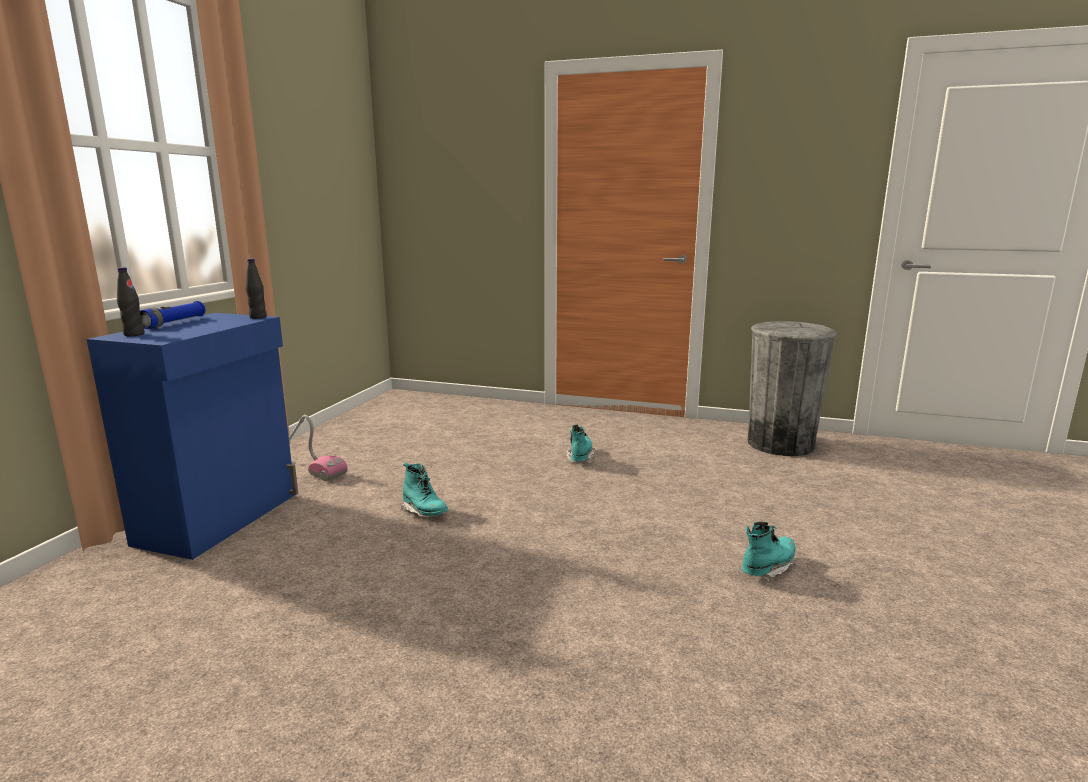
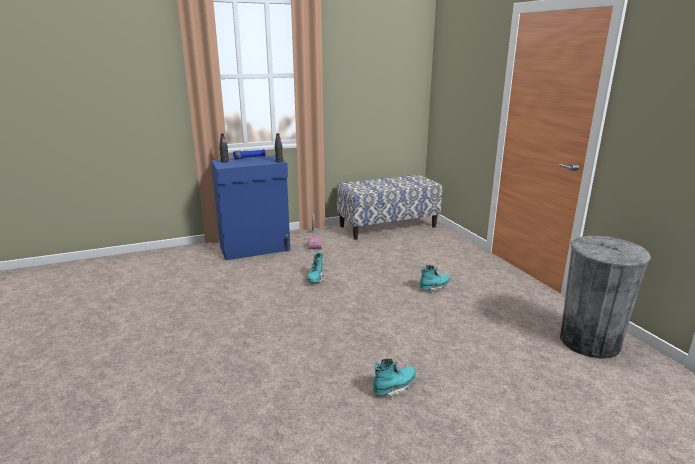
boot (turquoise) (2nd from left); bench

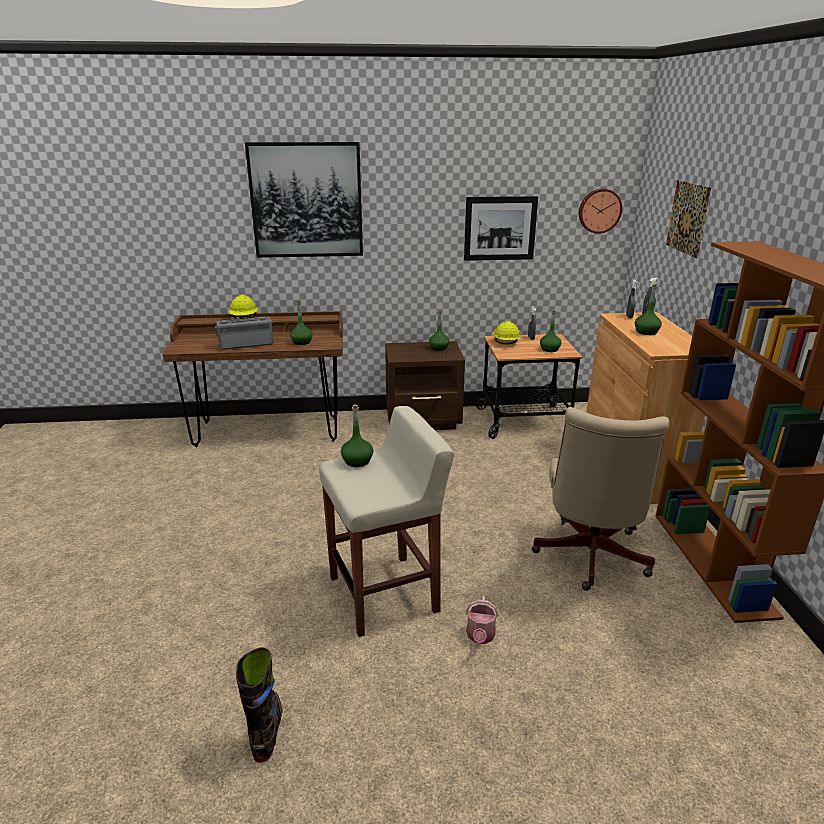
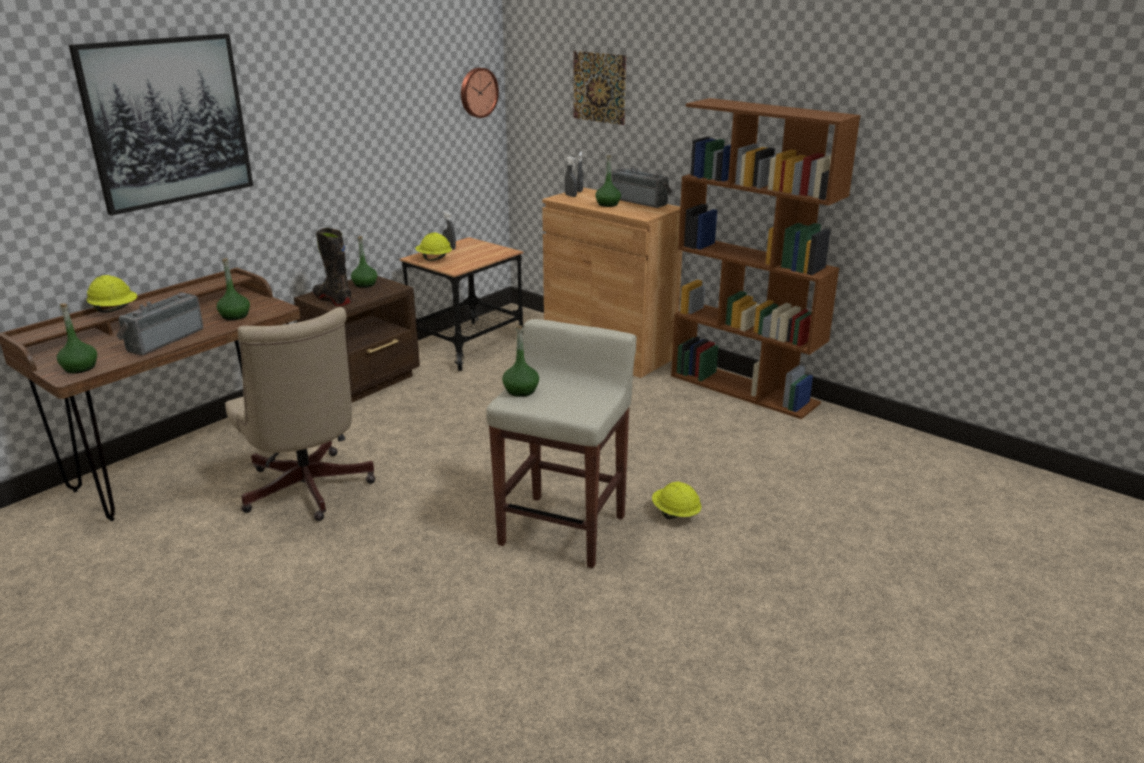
boot (black); picture (2nd from left in the first image); hard hat (yellow) (3rd from left); office chair (beige); bottle (green) (1st from left); radio (2nd from left)

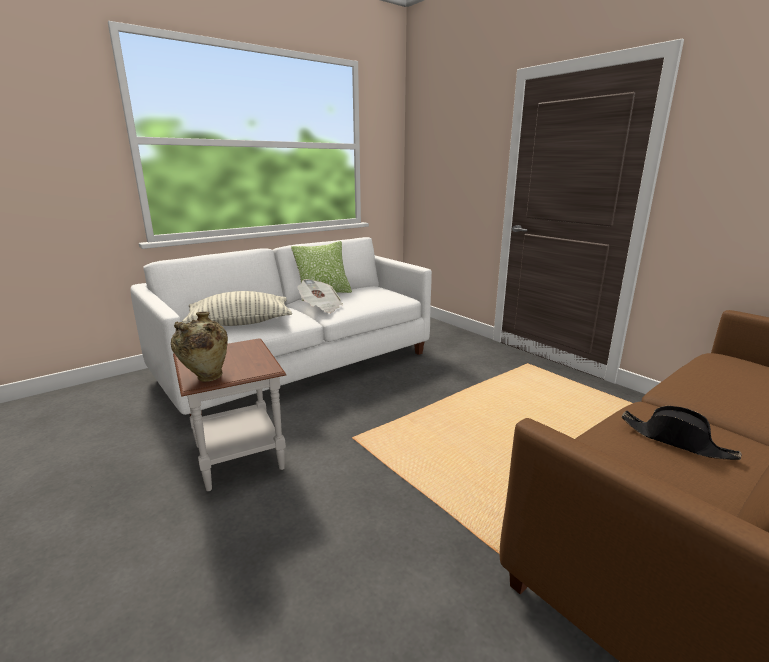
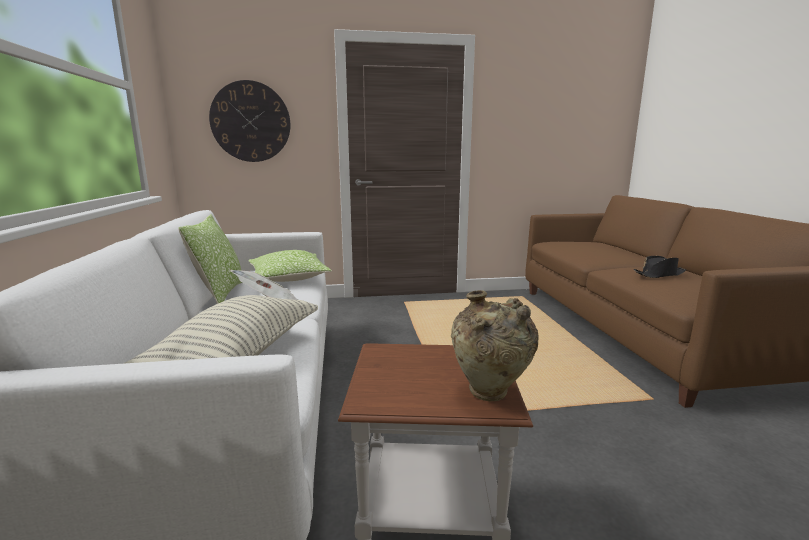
wall clock; pillow (3rd from left)

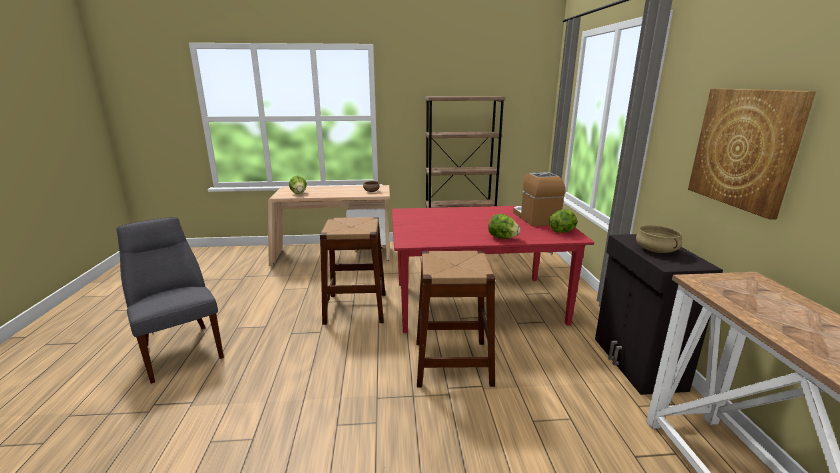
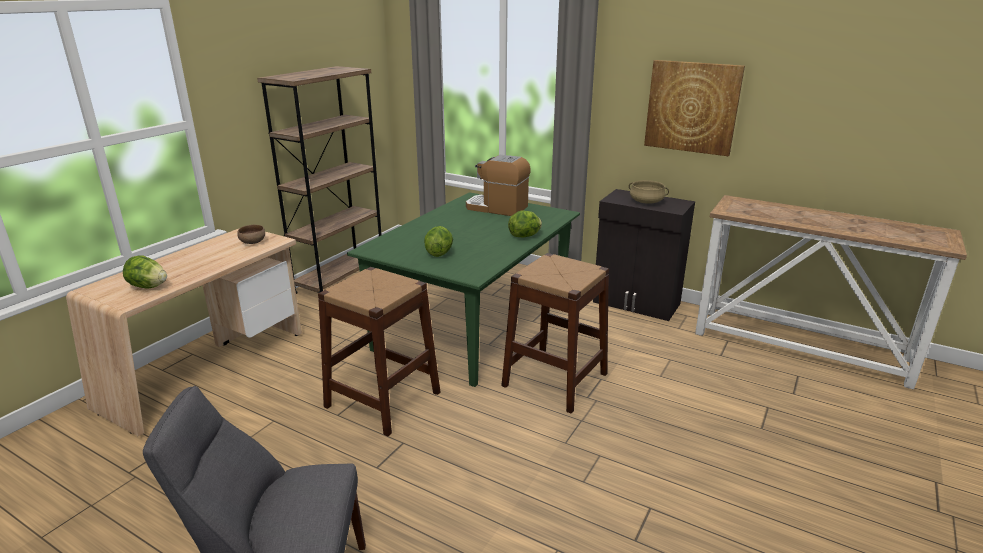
dining table (green); lettuce (2nd from left)

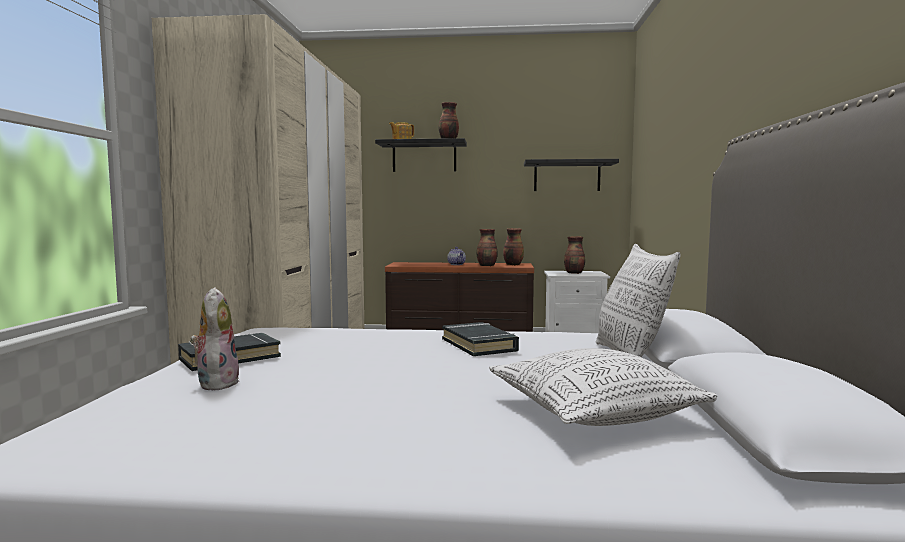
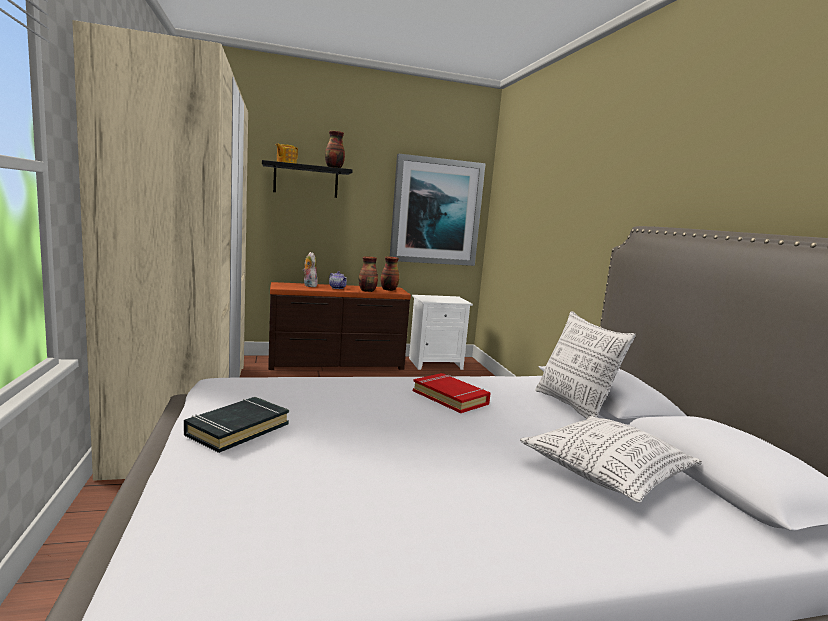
plush toy; book (red); picture; vase (4th from left in the first image)

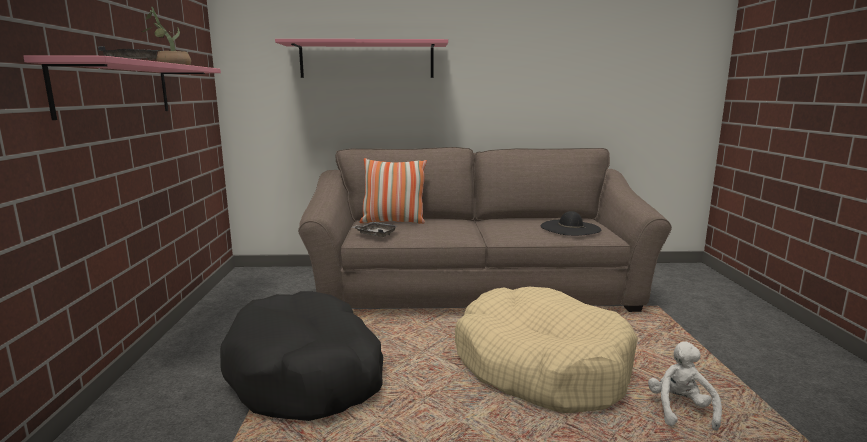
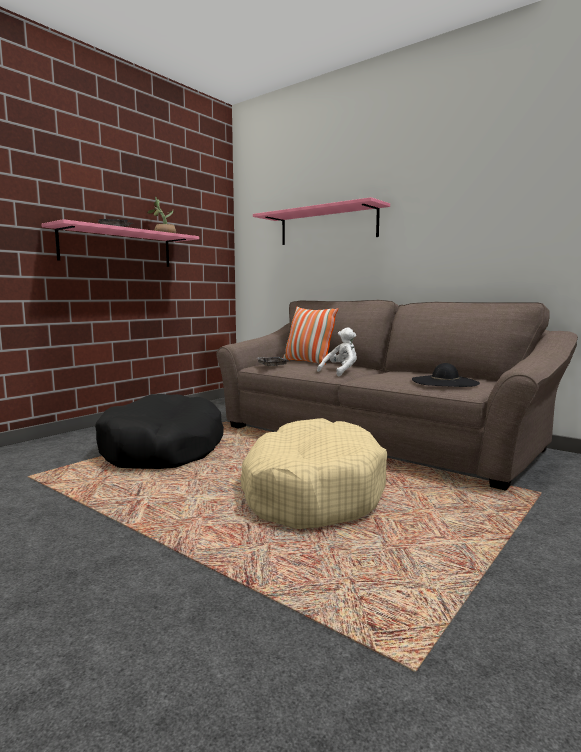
plush toy (white)

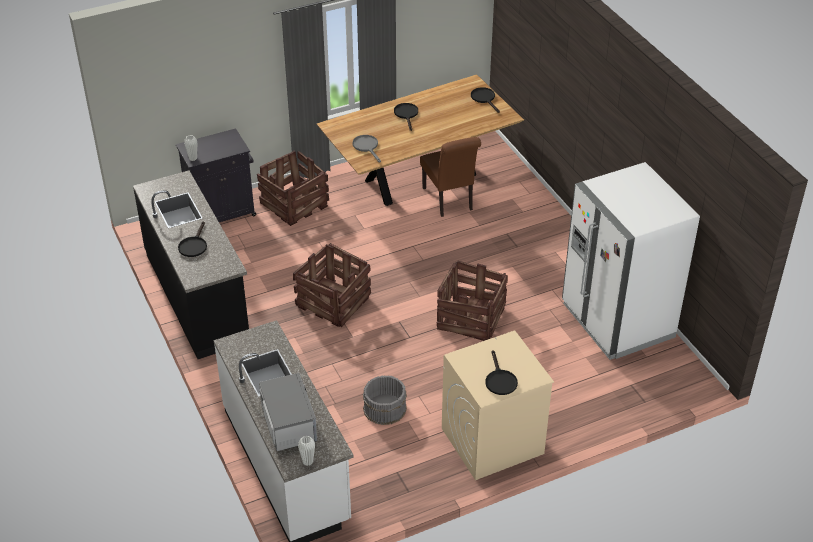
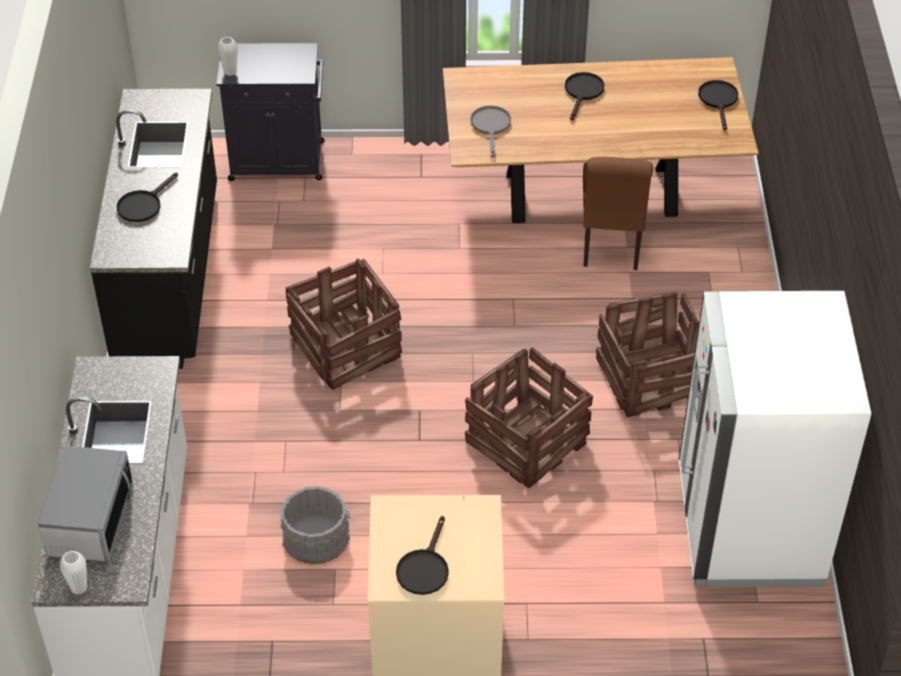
crate (3rd from left)

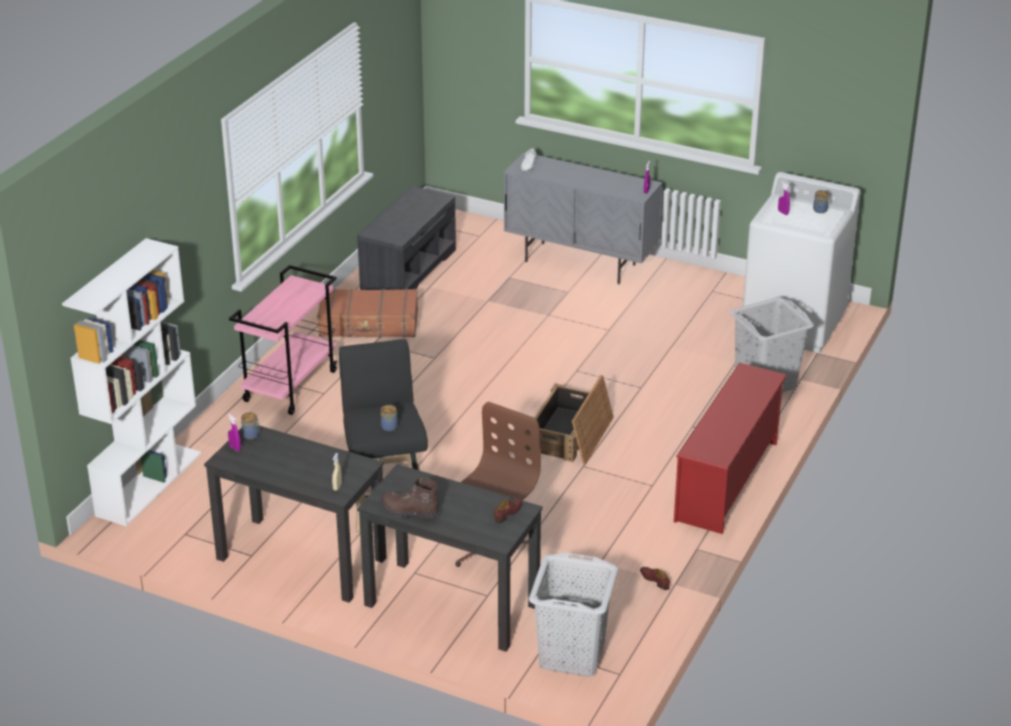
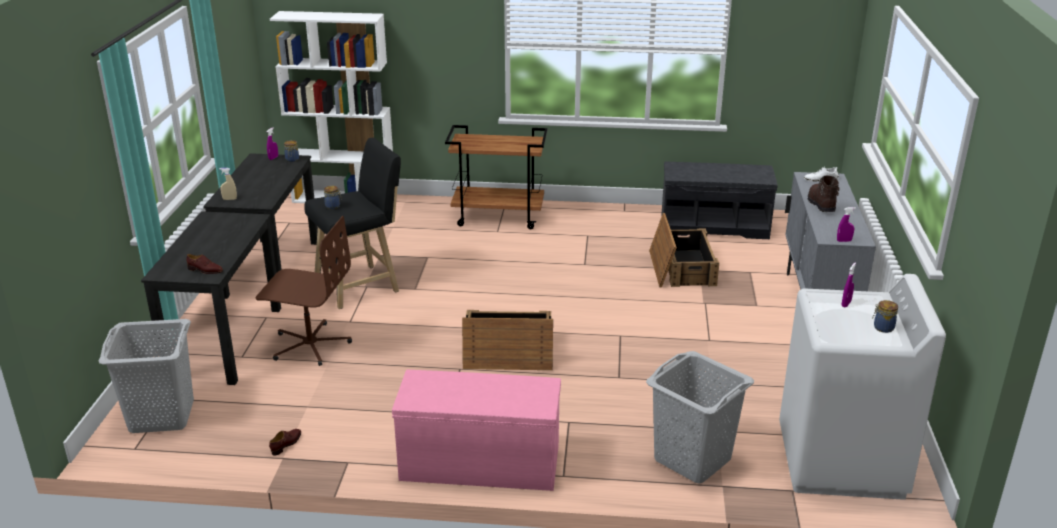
cart (brown); suitcase (brown); boot (brown); bench (pink); crate (2nd from left)

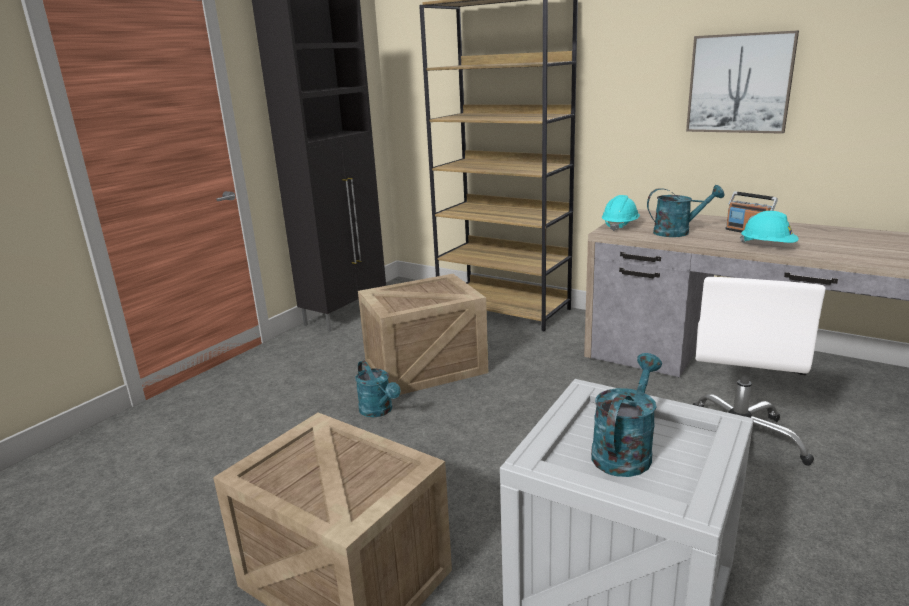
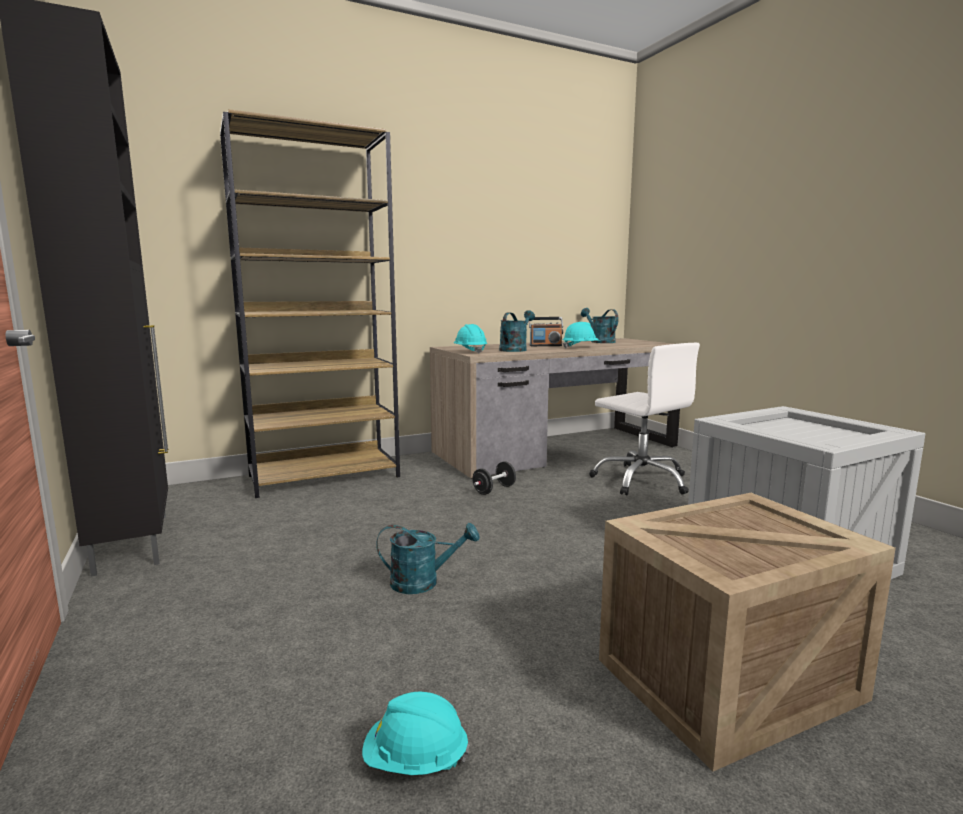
crate (2nd from left in the first image); watering can (turquoise) (3rd from left); picture; hard hat (turquoise) (1st from left); dumbbell (black)

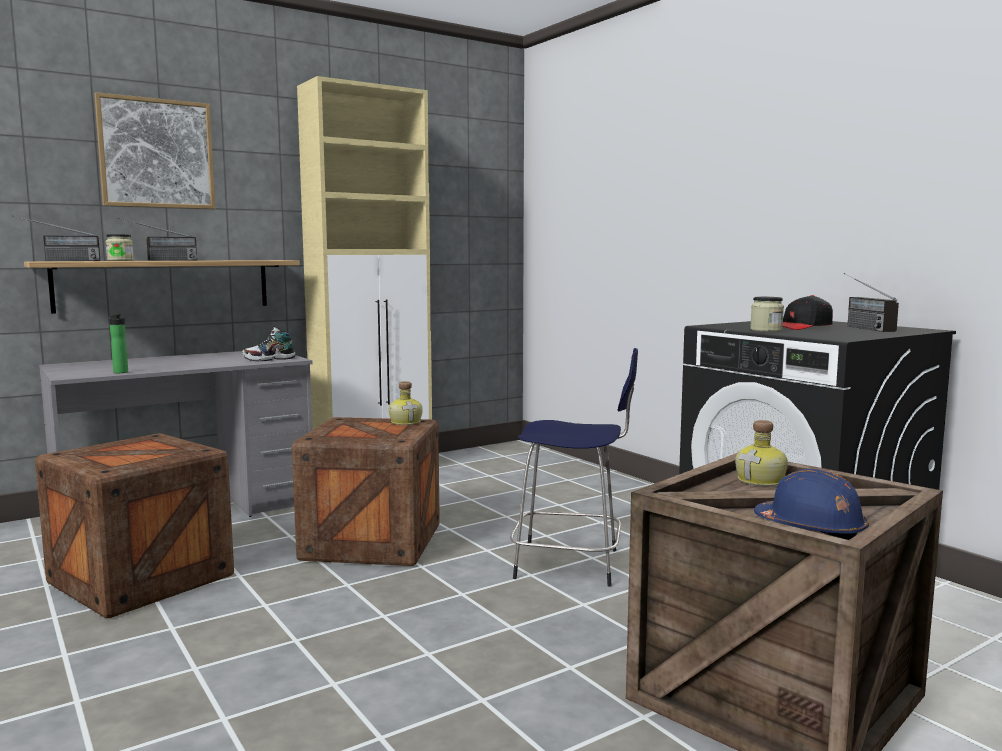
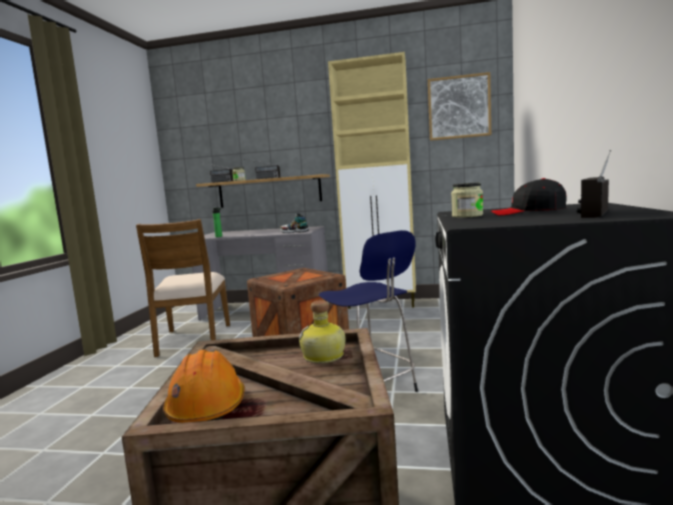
chair (brown); picture; bottle (2nd from left in the first image); hard hat (orange)

